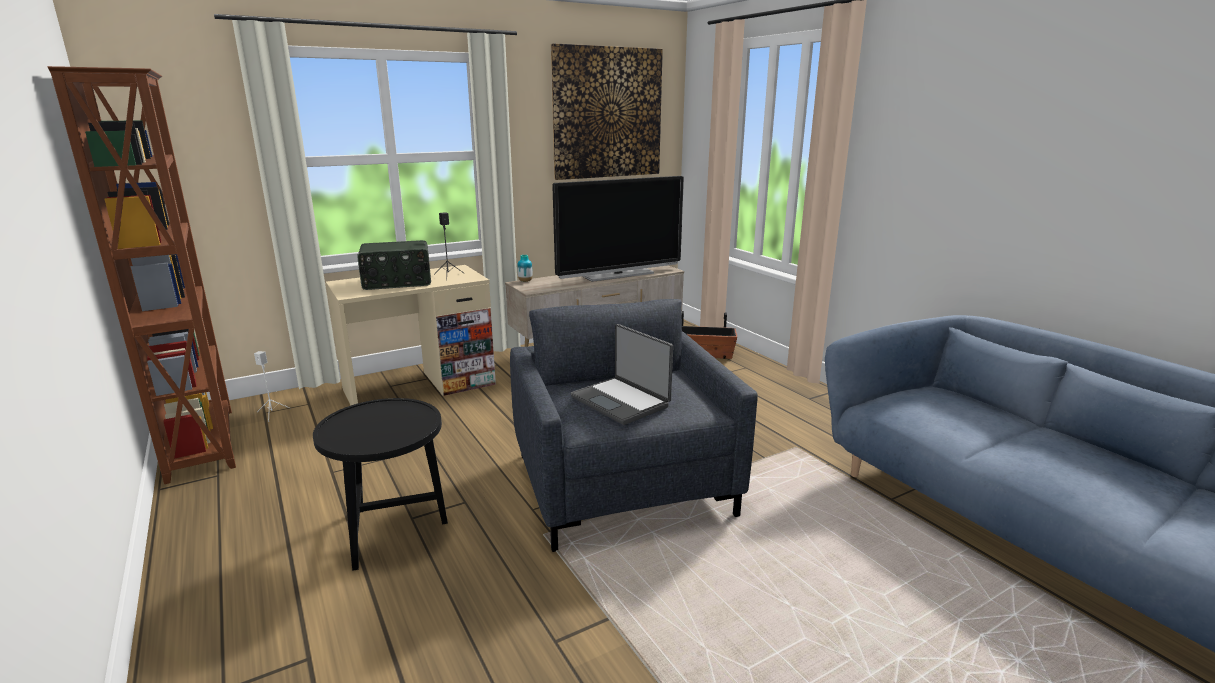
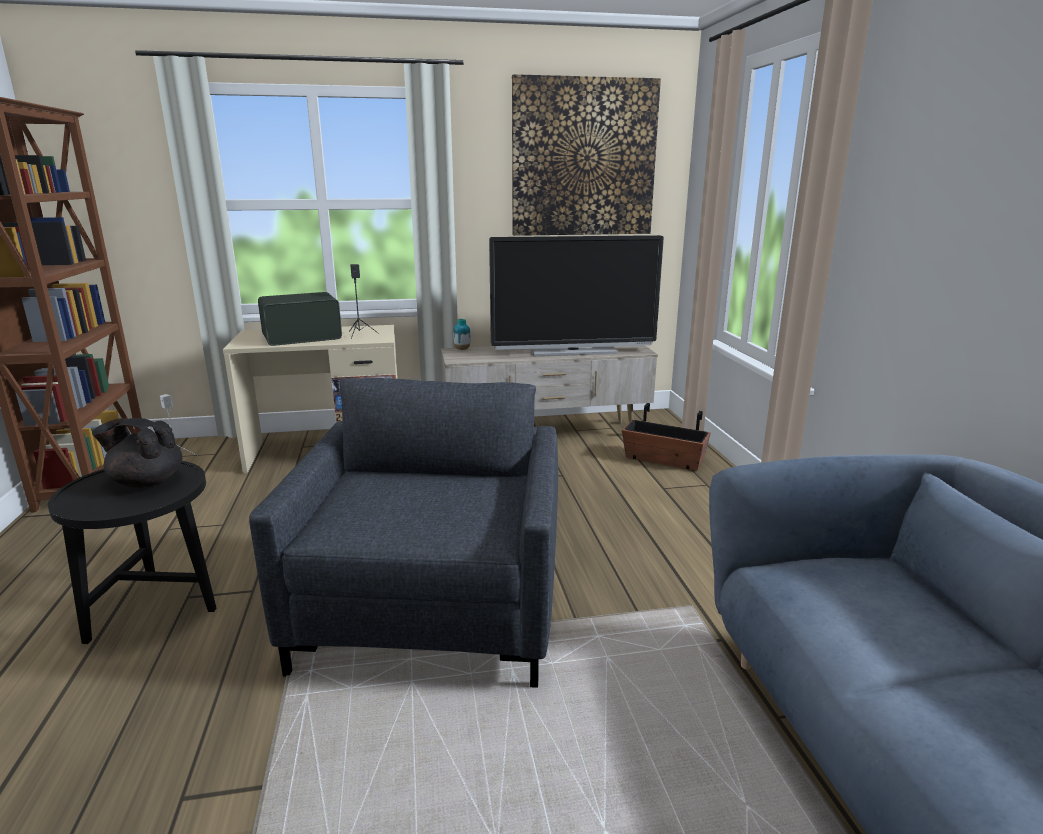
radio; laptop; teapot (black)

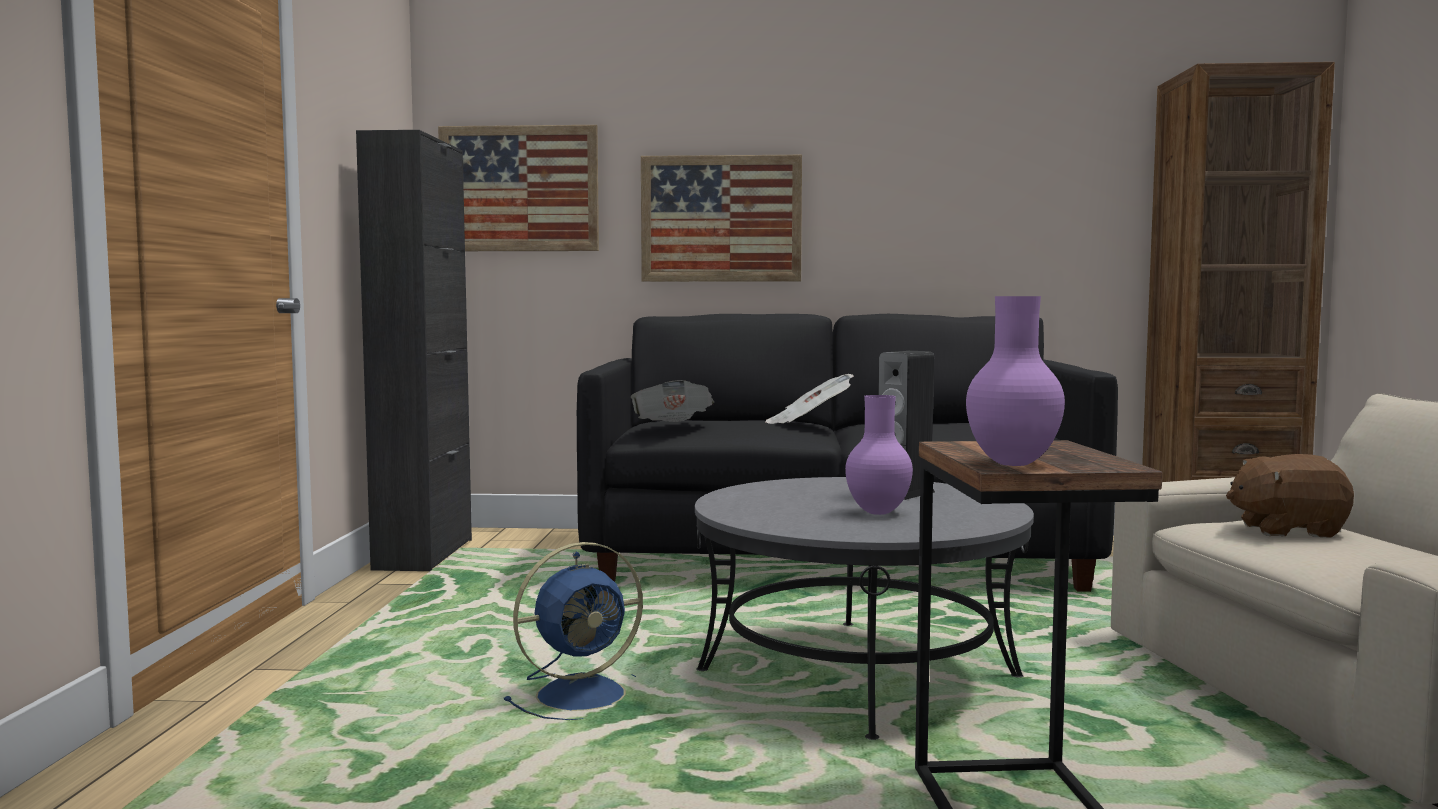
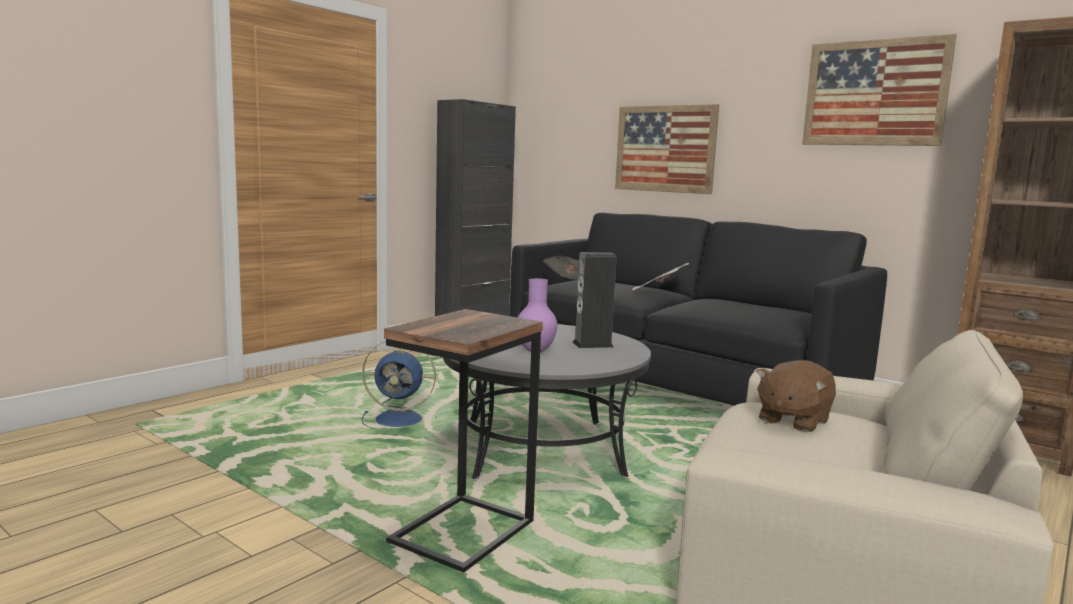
picture (2nd from left); vase (purple) (2nd from left in the first image); plush toy (brown)

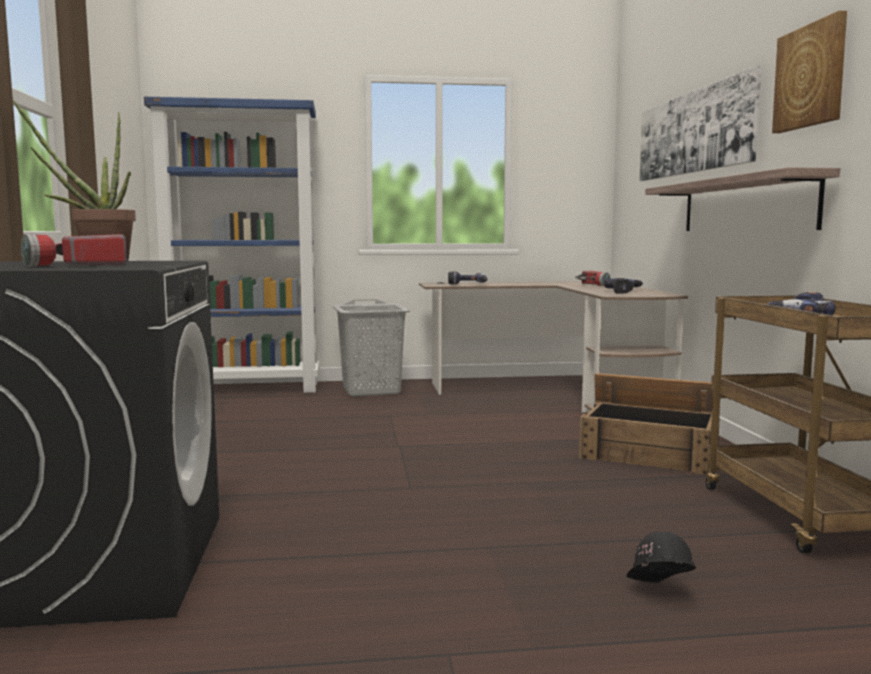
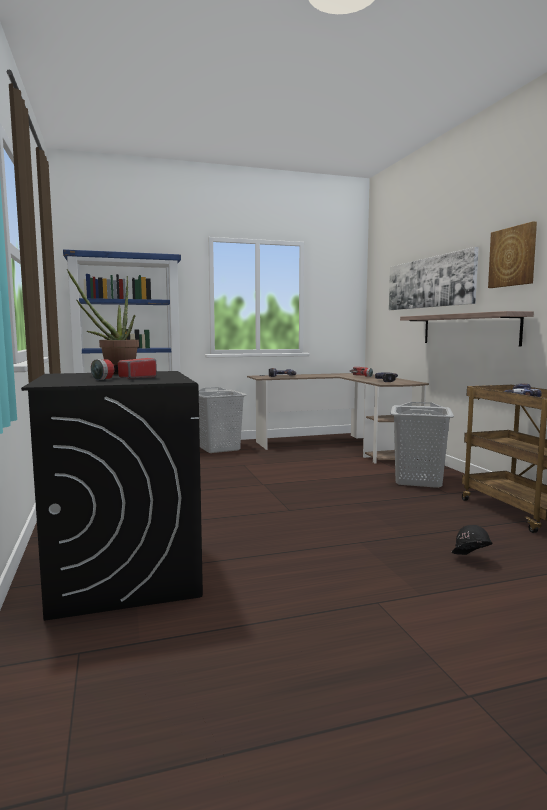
laundry basket (grey) (2nd from left)

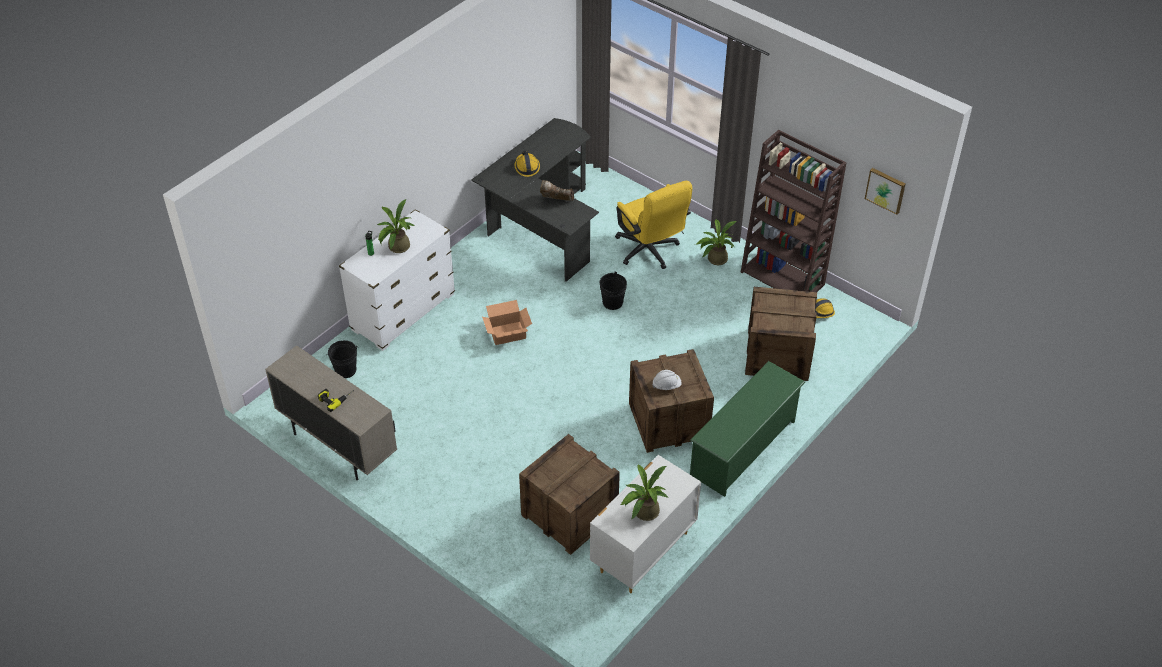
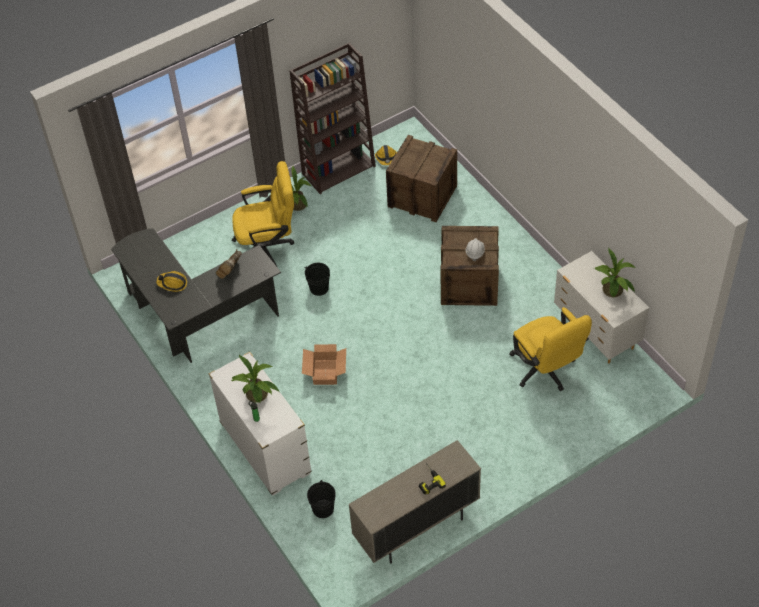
office chair (yellow) (2nd from left); shoe rack (green); picture

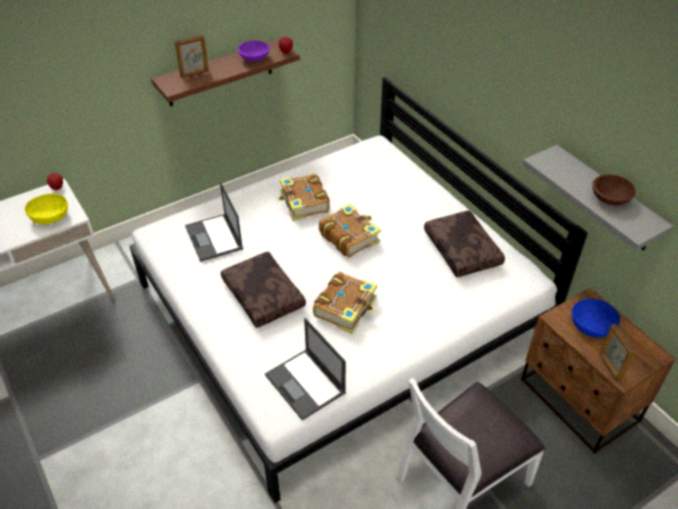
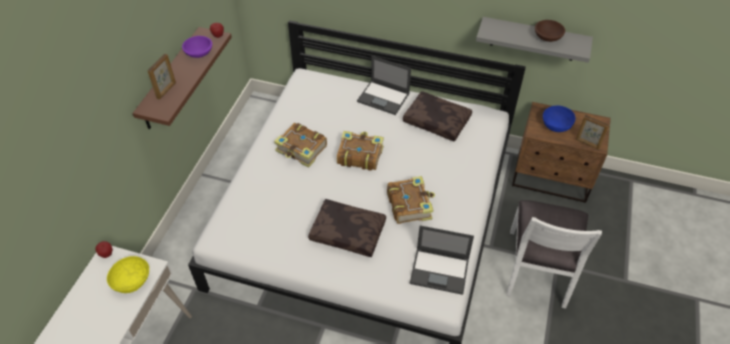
laptop (1st from left)

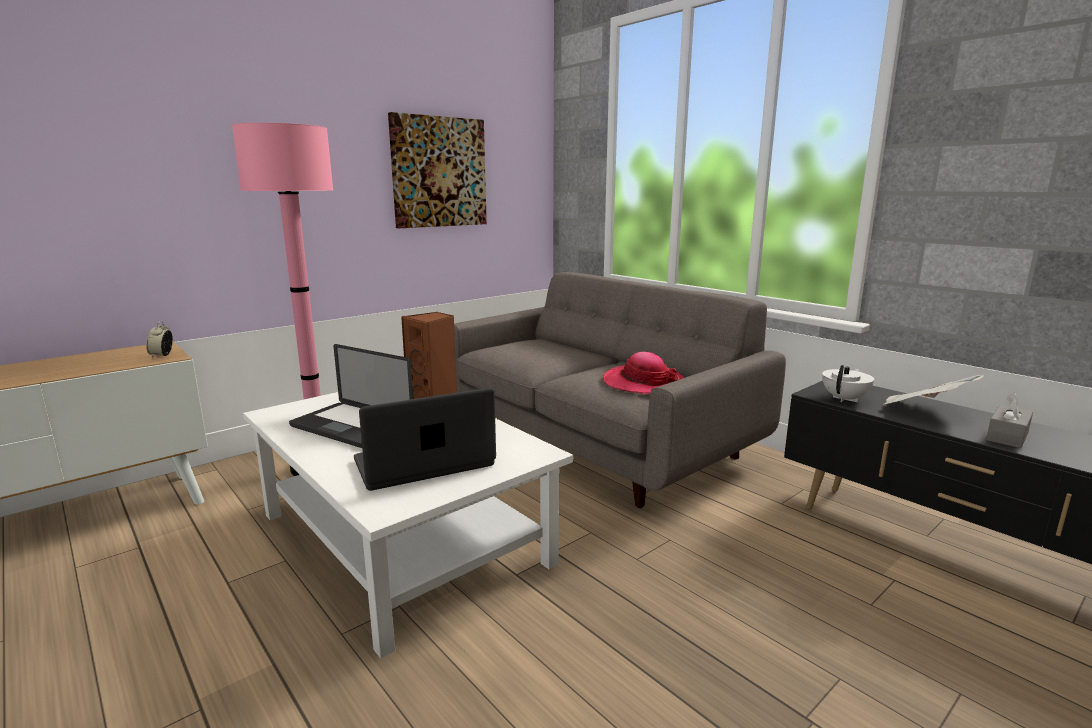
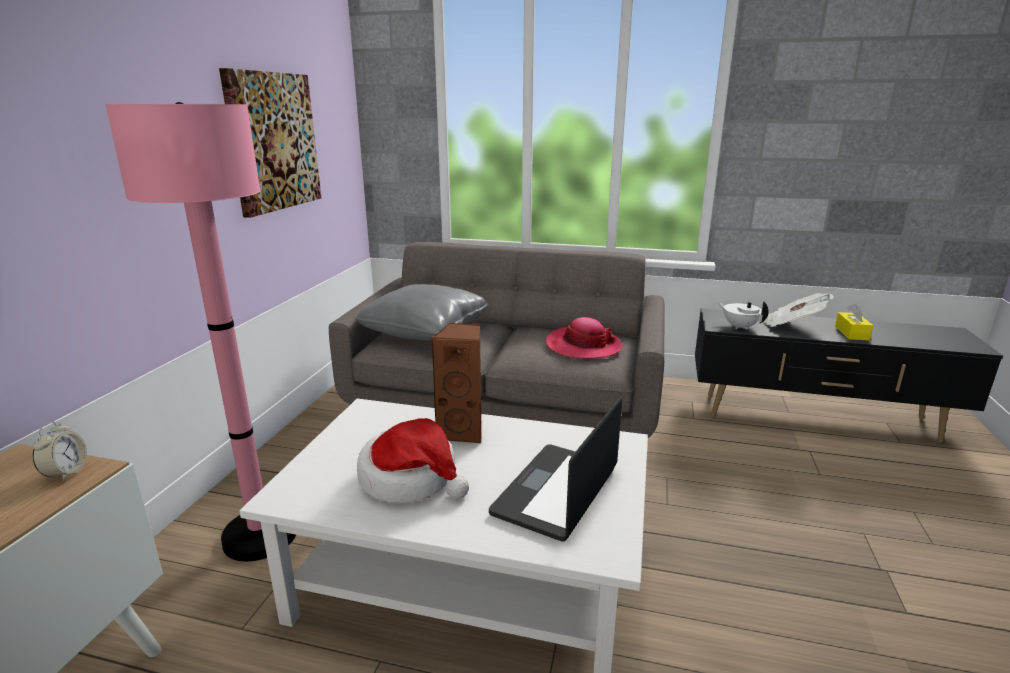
alarm clock; hat (1st from left); teapot (white); tissue box (yellow); pillow (grey)

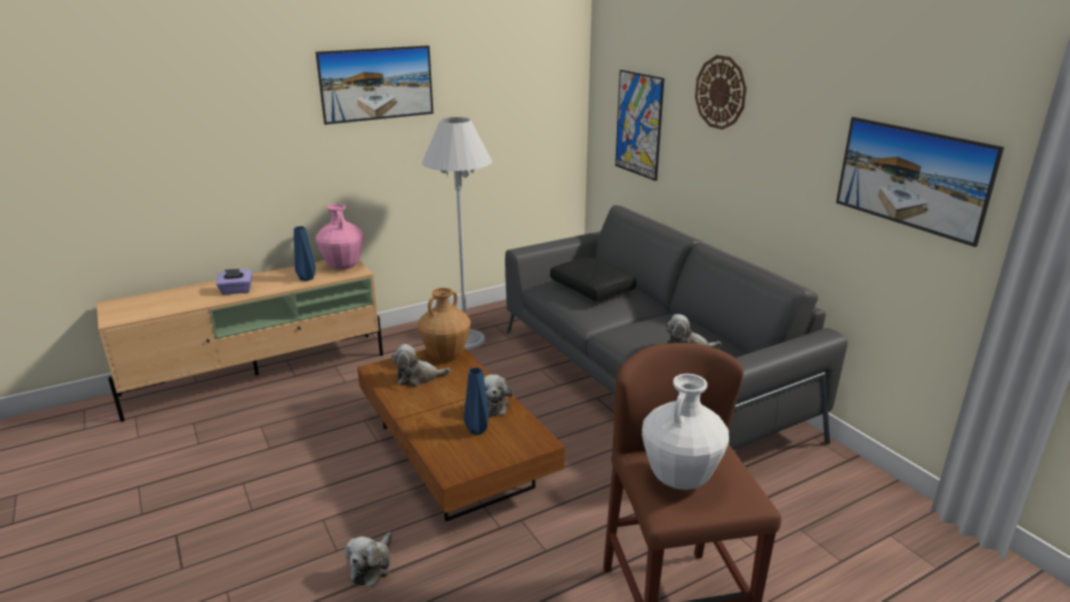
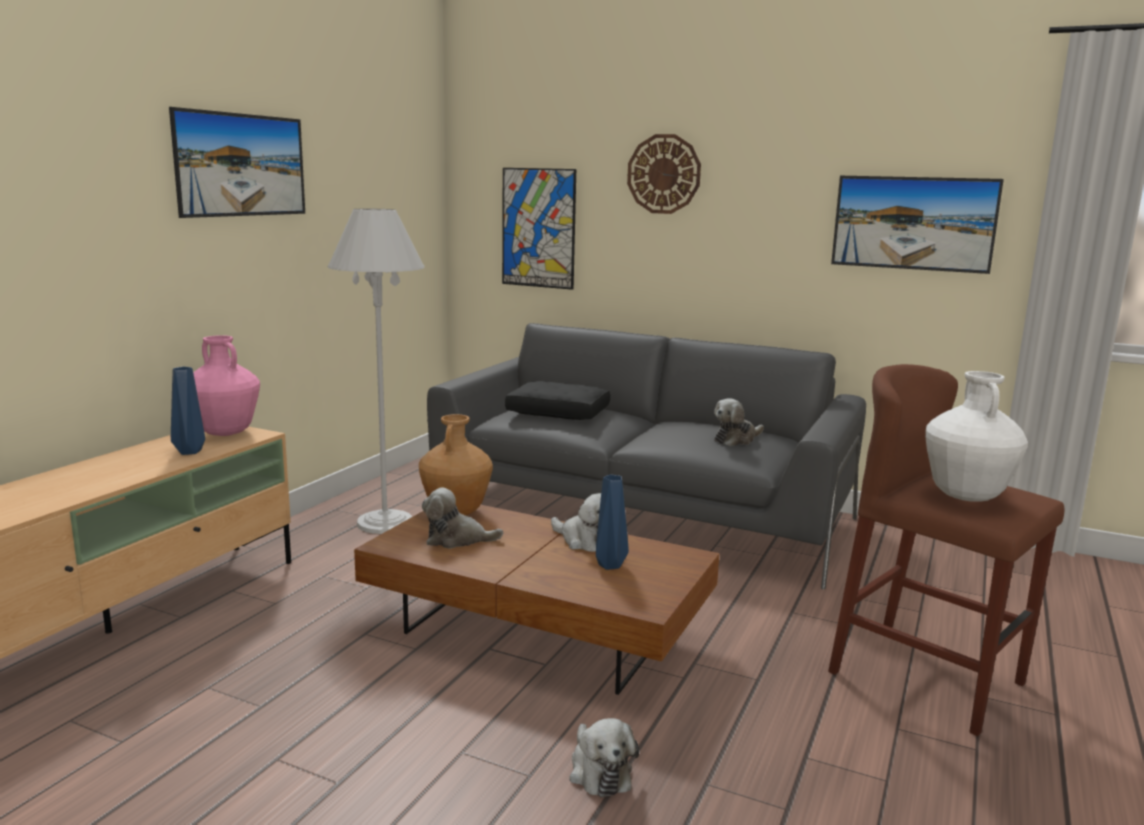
tissue box (purple); plush toy (1st from left)

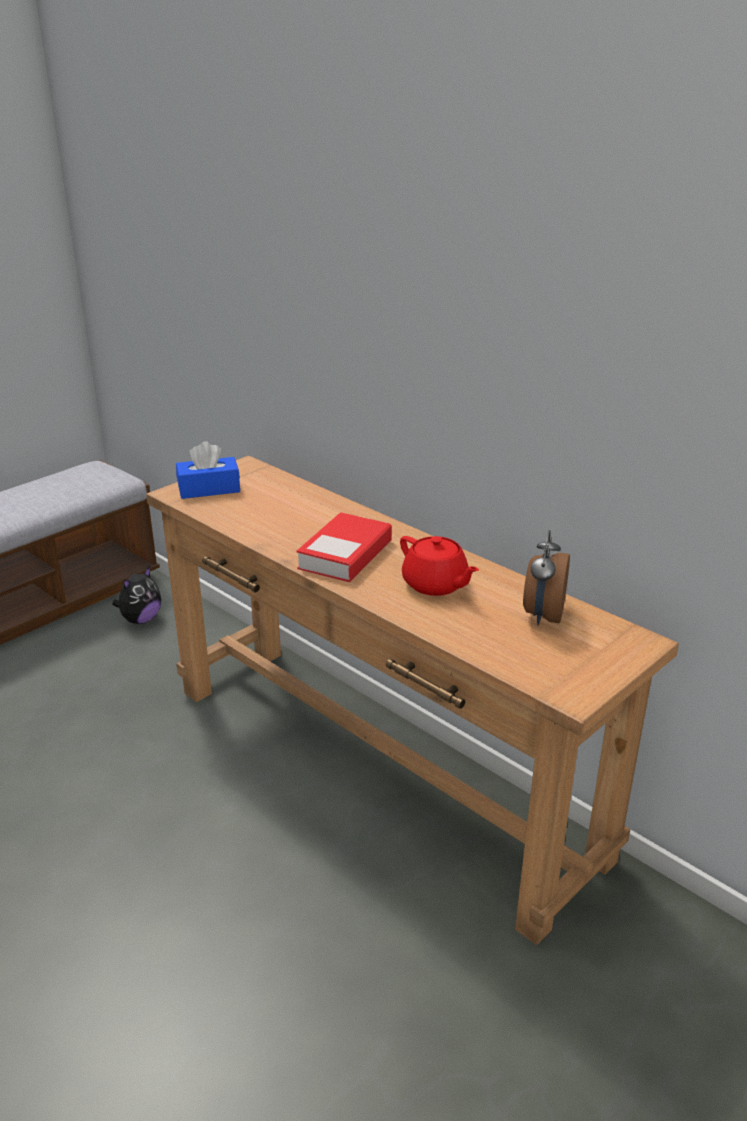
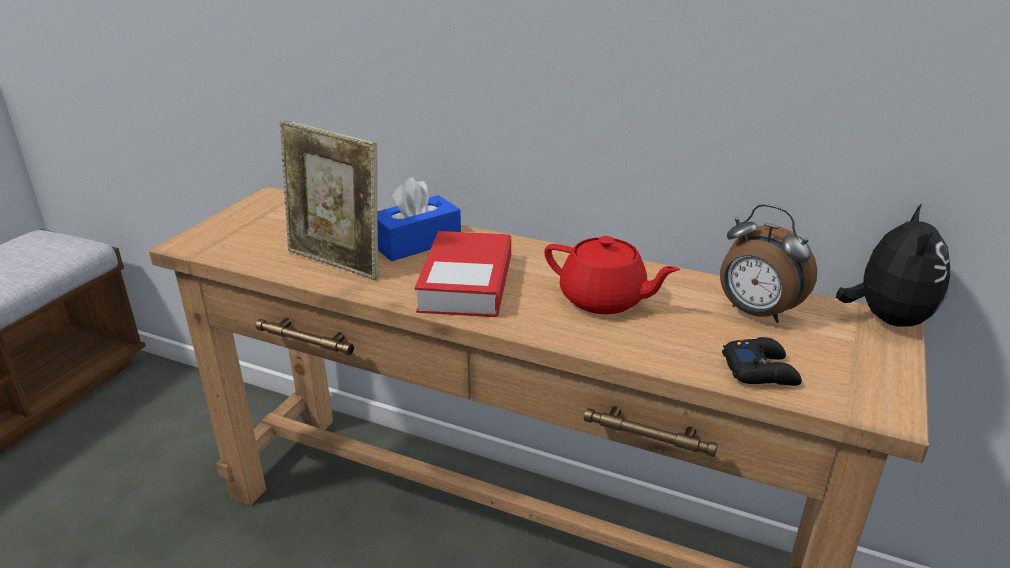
plush toy; tissue box (blue); alarm clock; picture frame; game controller (black)

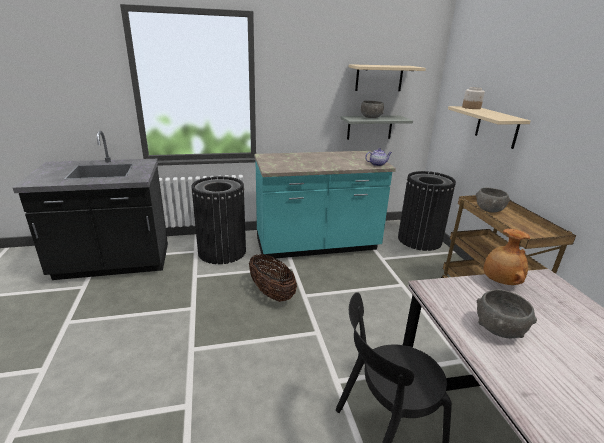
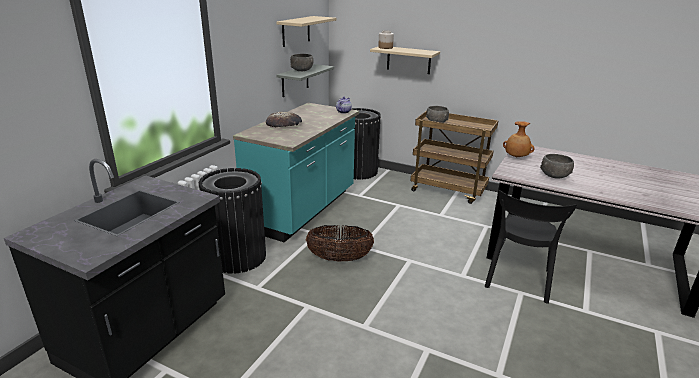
bread

